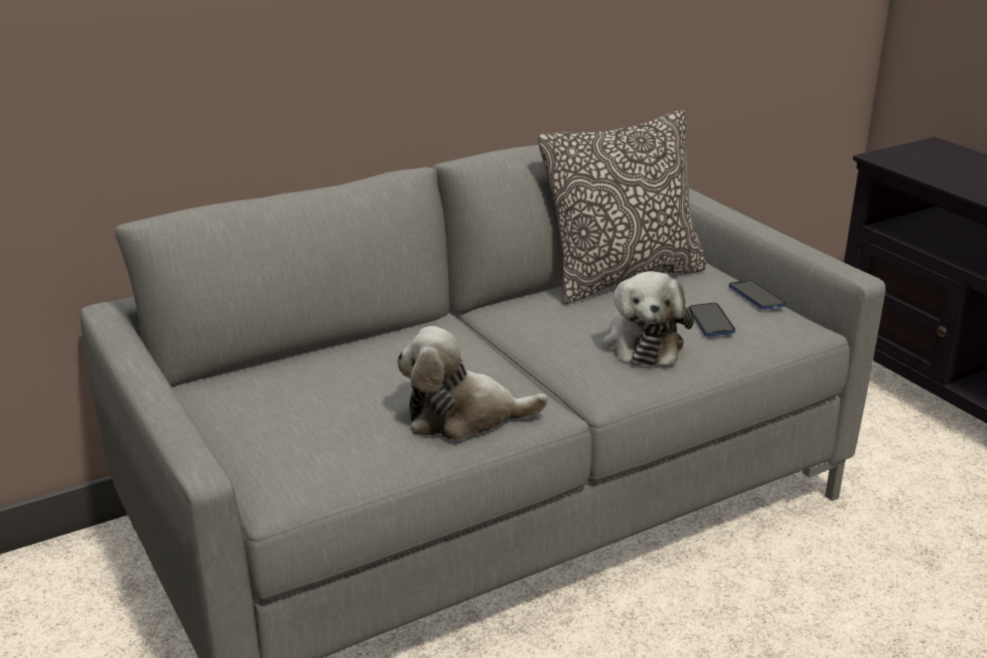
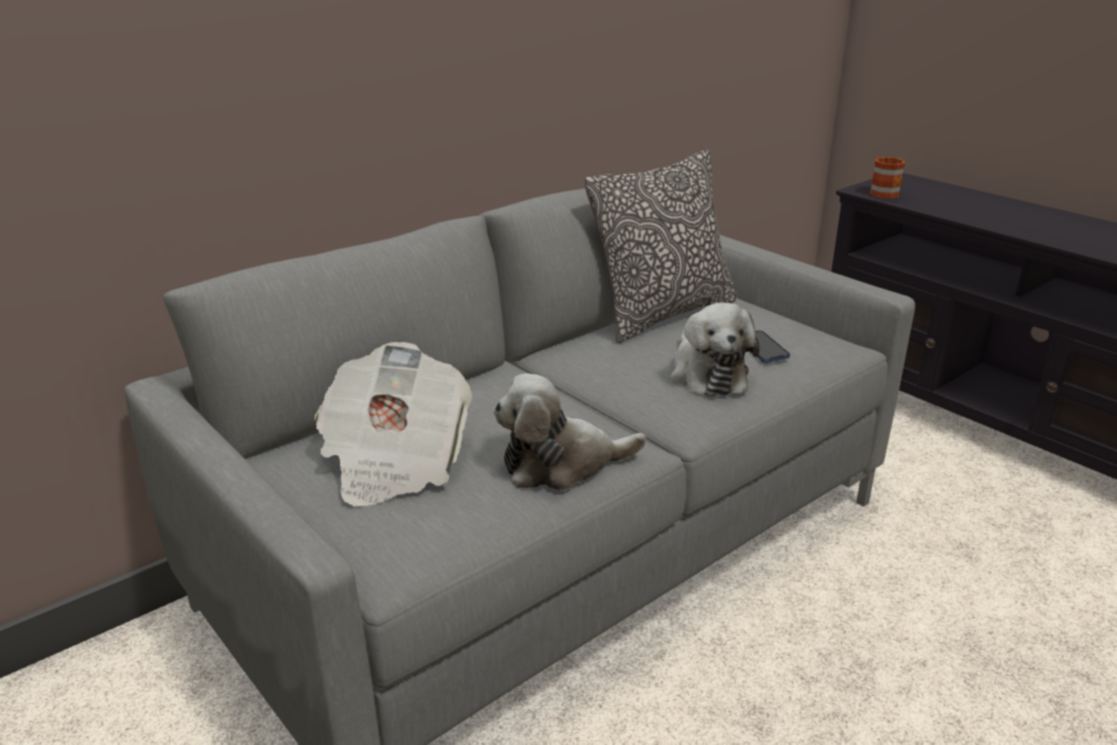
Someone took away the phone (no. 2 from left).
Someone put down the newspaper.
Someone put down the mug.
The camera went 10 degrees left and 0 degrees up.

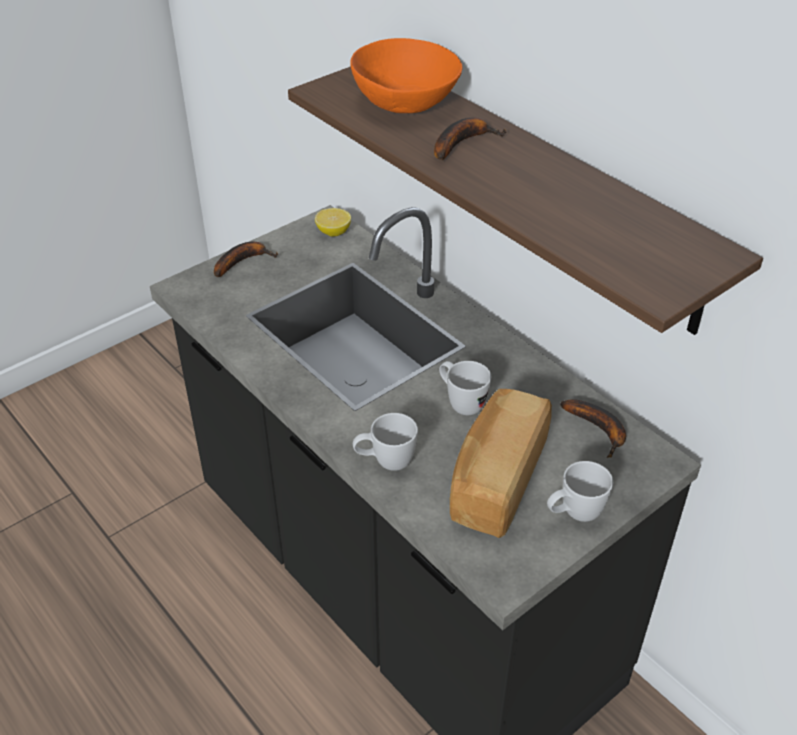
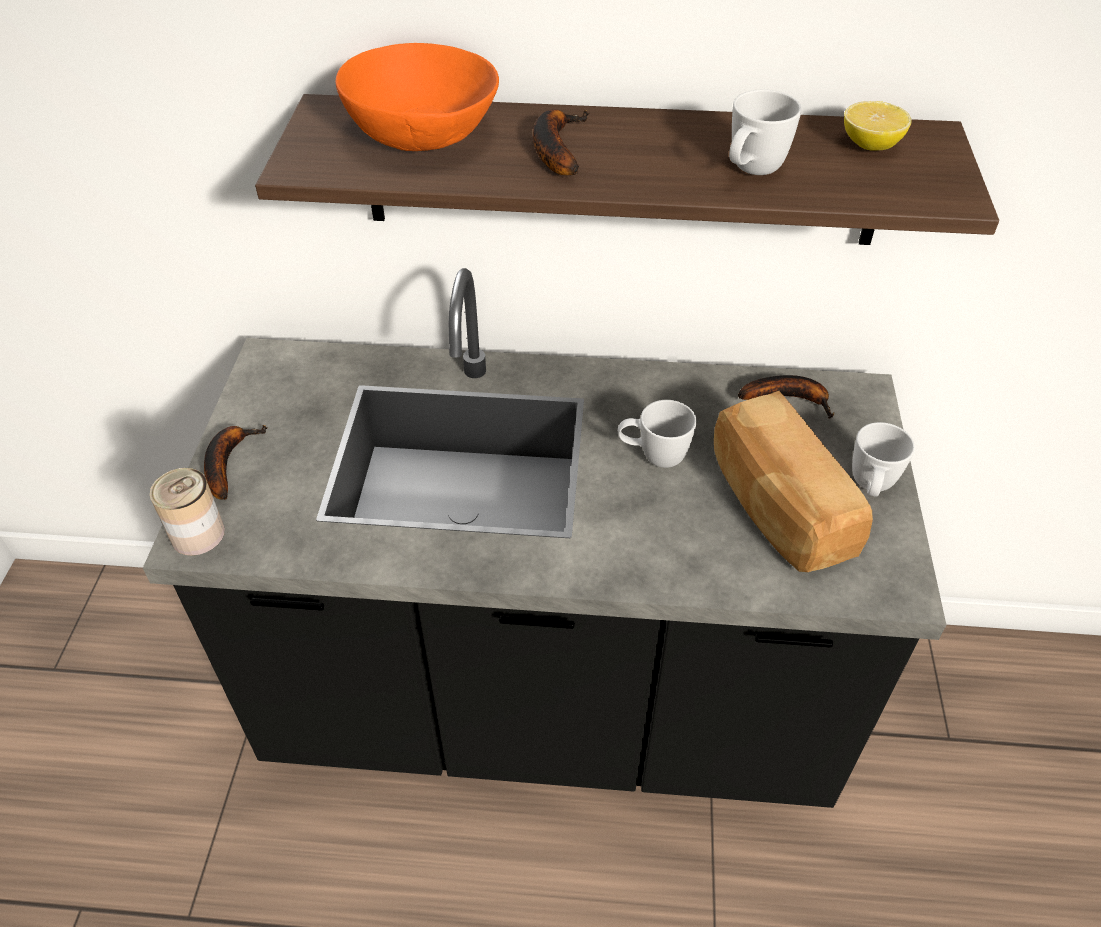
Someone carried the lemon.
Someone carried the white_mug (no. 1 from left in the first image).
Someone put down the can.
The camera went 45 degrees left and 5 degrees up.

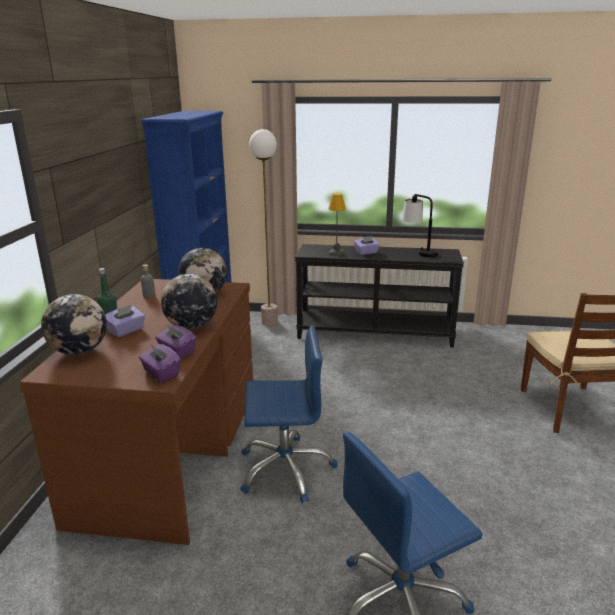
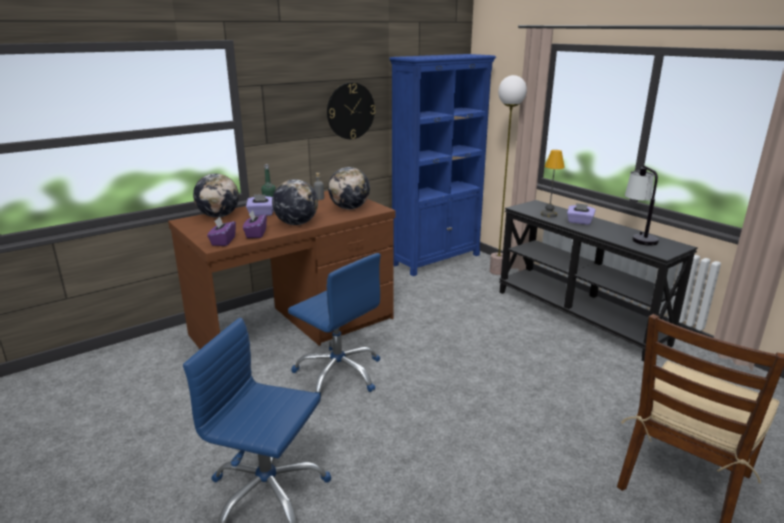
Someone put up the wall_clock.
The camera went 45 degrees right and 0 degrees up.

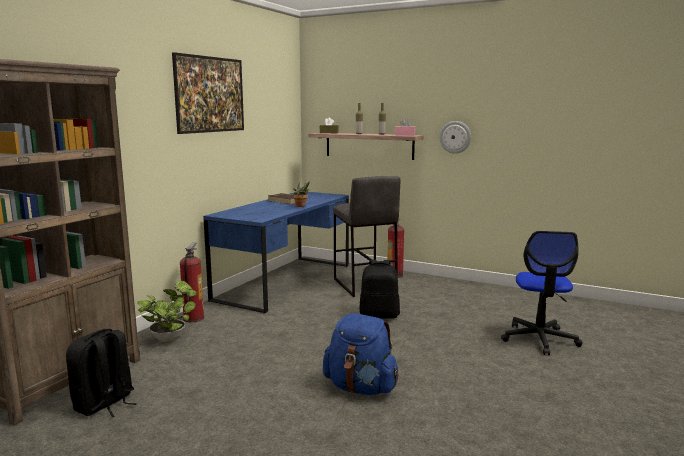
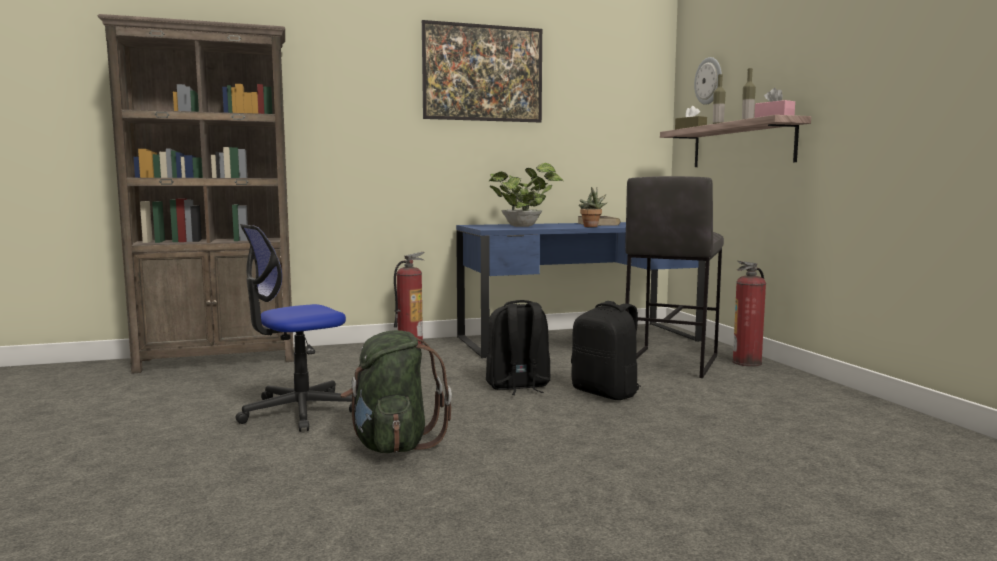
Someone carried the black_backpack (no. 1 from left).
Someone carried the potted_plant (no. 1 from left).
Someone repainted the blue_backpack, which became the green_backpack.
Someone carried the wall_clock.
Someone carried the office_chair.
The camera went 45 degrees right and 5 degrees down.

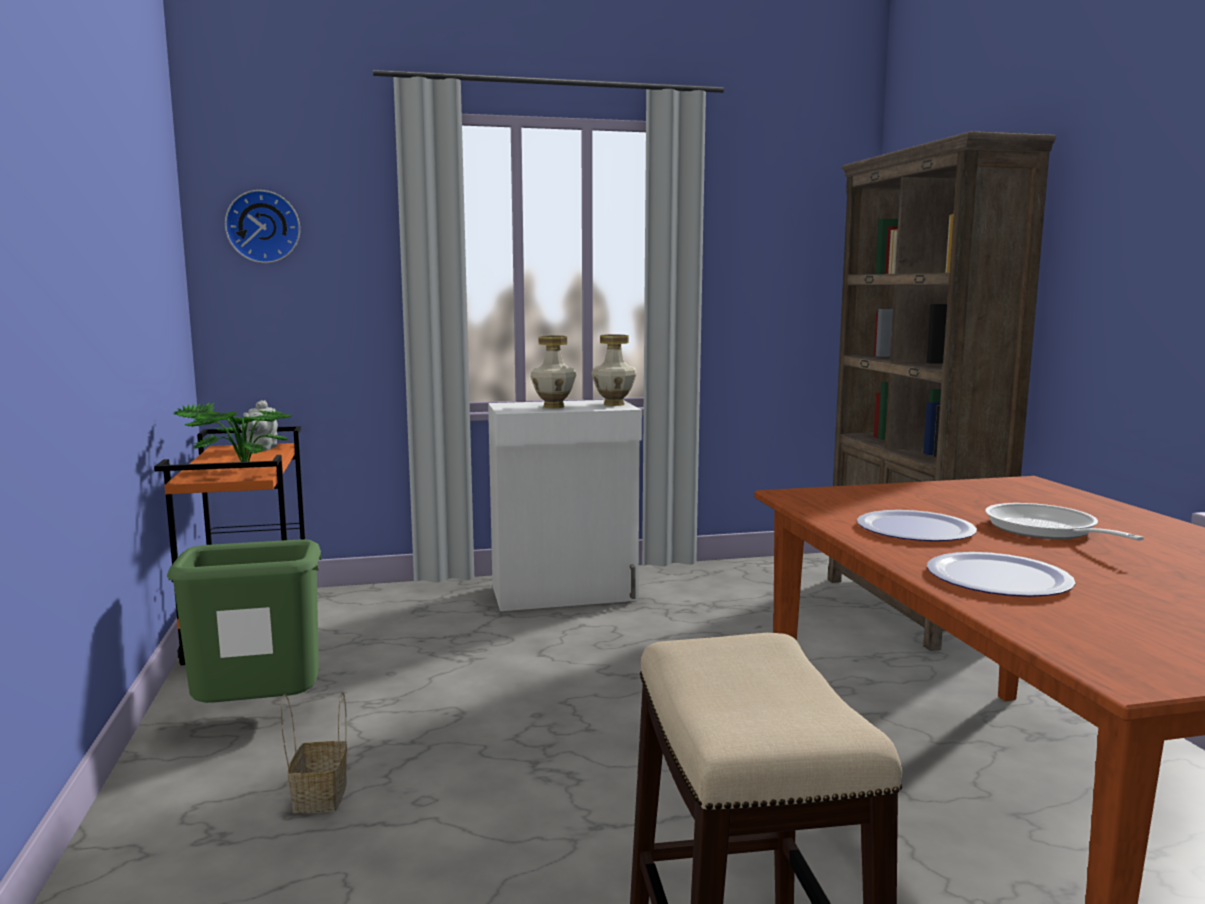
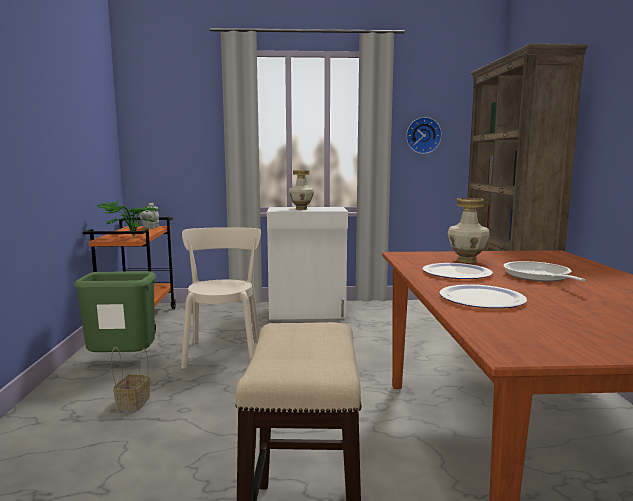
Someone carried the wall_clock.
Someone carried the vase (no. 2 from left).
Someone put down the beige_chair.
The camera went 10 degrees right and 0 degrees up.

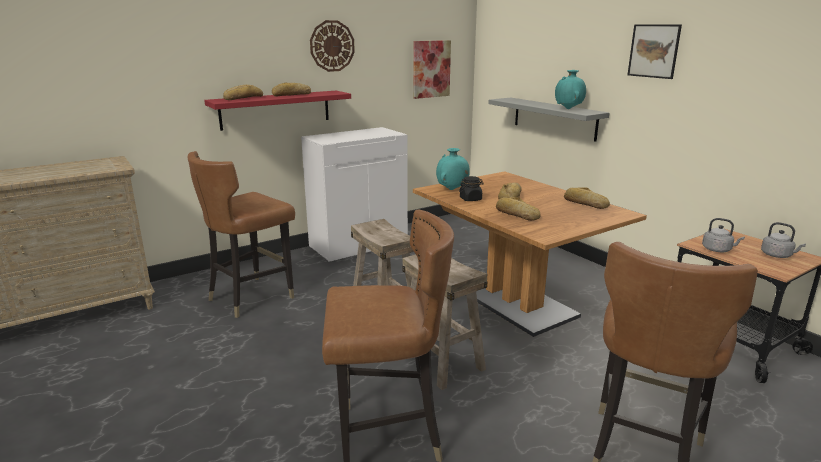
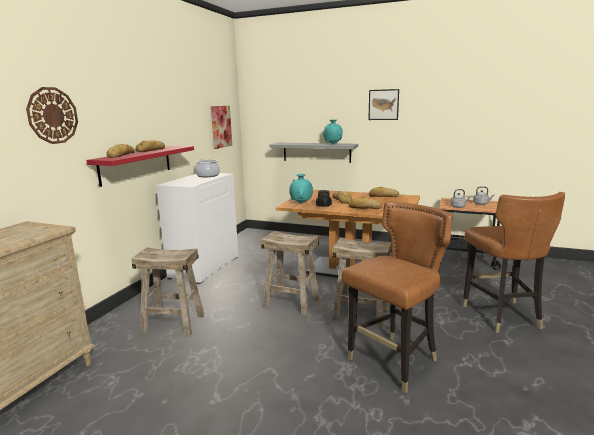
Someone swapped the brown_chair (no. 1 from left) for the beige_stool (no. 1 from left).
Someone carried the wall_clock.
Someone put down the cooking_pot.
The camera went 35 degrees left and 5 degrees down.

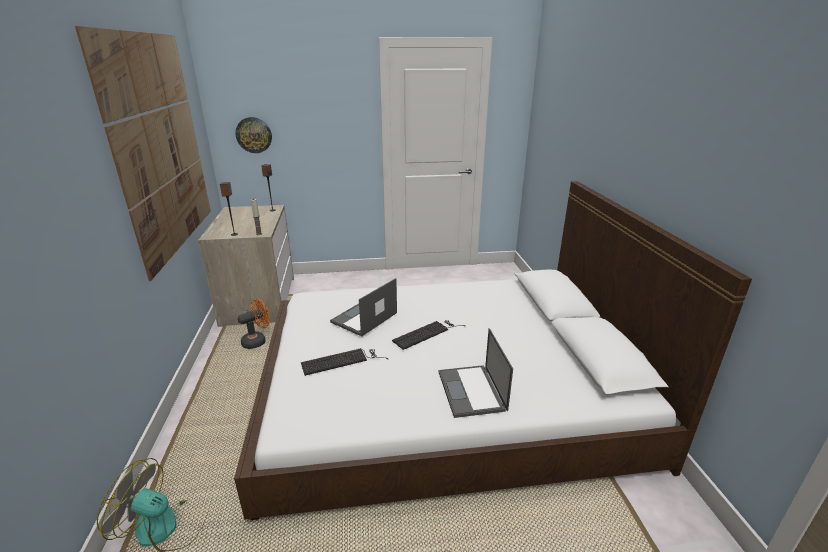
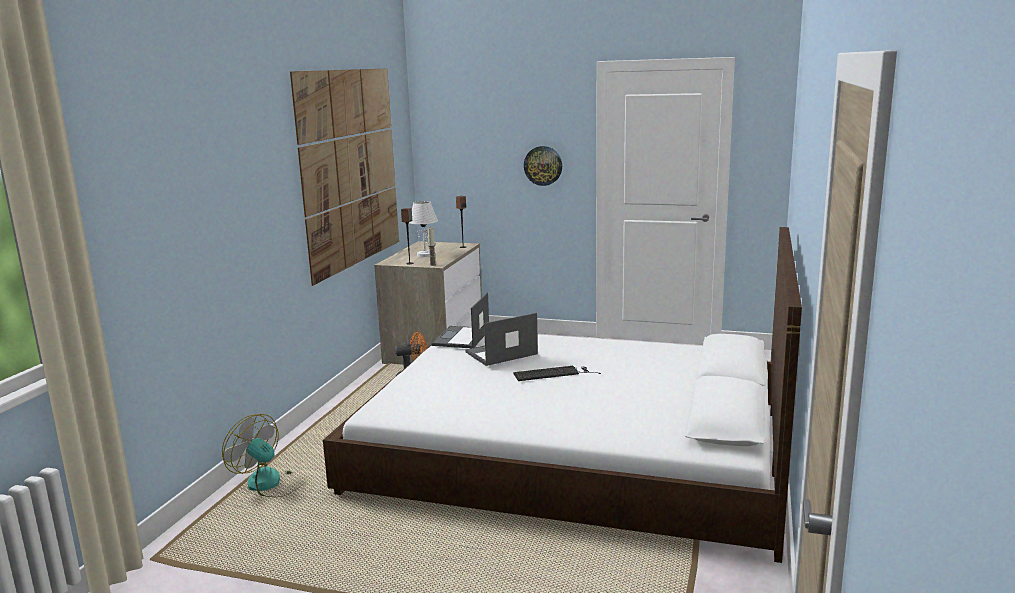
Someone carried the wall_clock.
Someone took away the keyboard (no. 1 from left).
Someone carried the laptop (no. 2 from left in the first image).
Someone put down the white_table_lamp.
The camera went 25 degrees right and 10 degrees down.

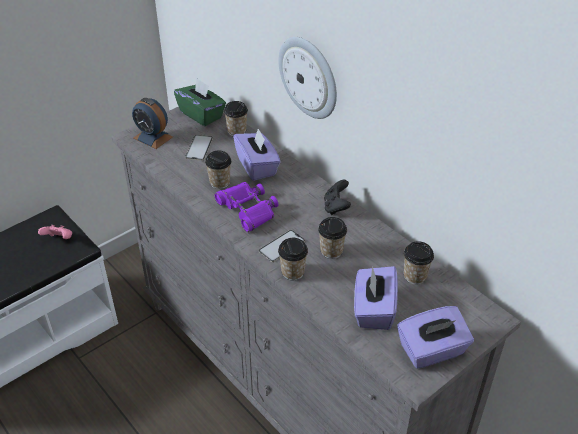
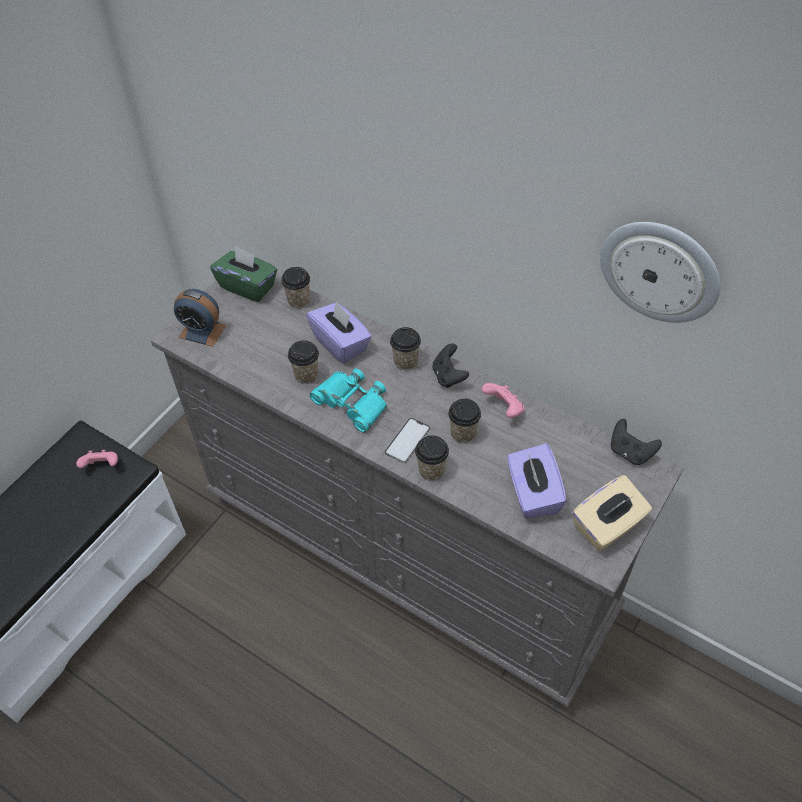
Someone took away the phone (no. 1 from left).
Someone repainted the purple_binoculars, which became the turquoise_binoculars.
Someone carried the wall_clock.
Someone repainted the purple_tissue_box (no. 3 from left), which became the beige_tissue_box.
Someone carried the cup (no. 5 from left in the first image).
Someone put down the pink_game_controller (no. 2 from left).
Someone put down the black_game_controller (no. 2 from left).
The camera went 15 degrees left and 10 degrees up.

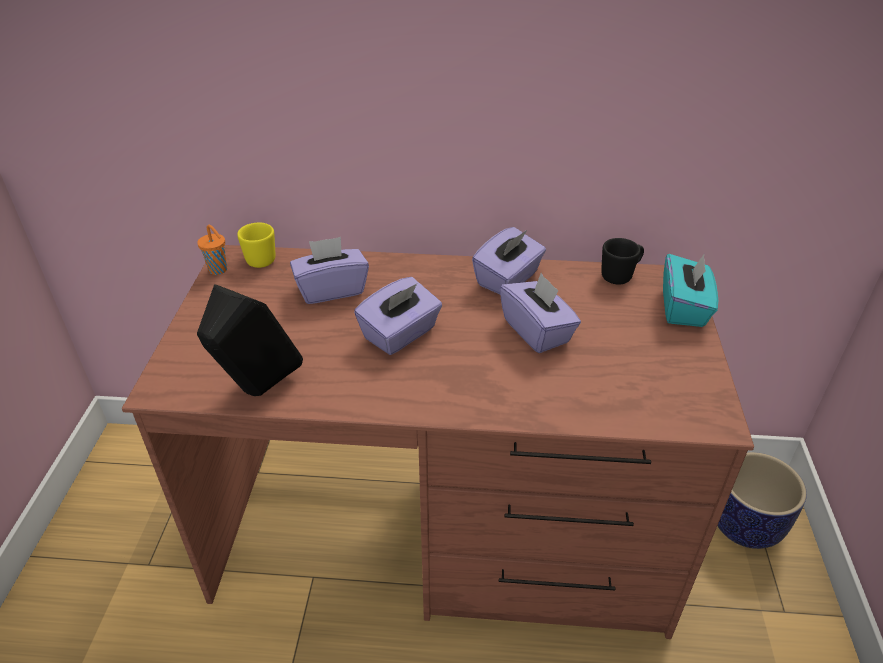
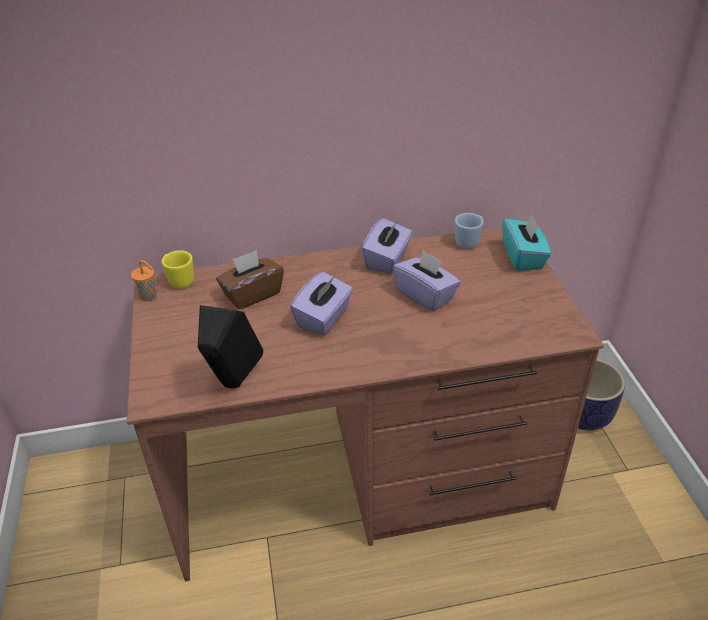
Someone repainted the purple_tissue_box (no. 1 from left), which became the brown_tissue_box.
Someone repainted the black_mug, which became the blue_mug.
The camera went 15 degrees left and 0 degrees up.

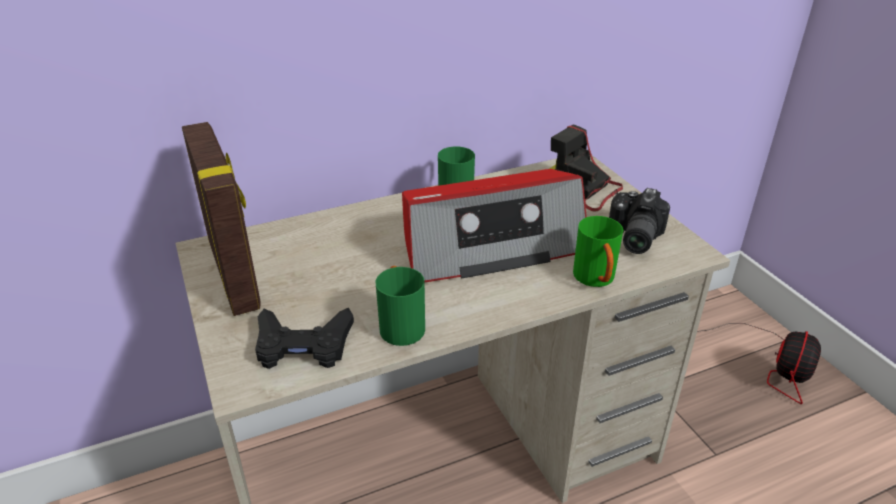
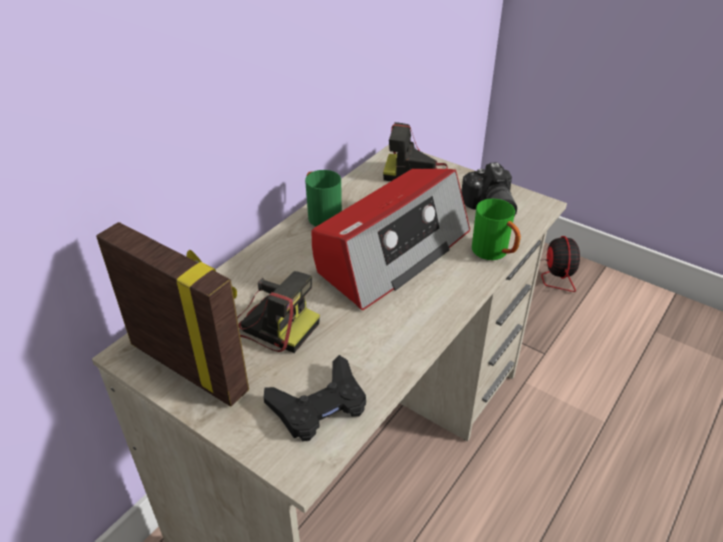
Someone took away the green_mug (no. 1 from left).
Someone put down the photo_camera (no. 1 from left).
The camera went 30 degrees left and 5 degrees up.

